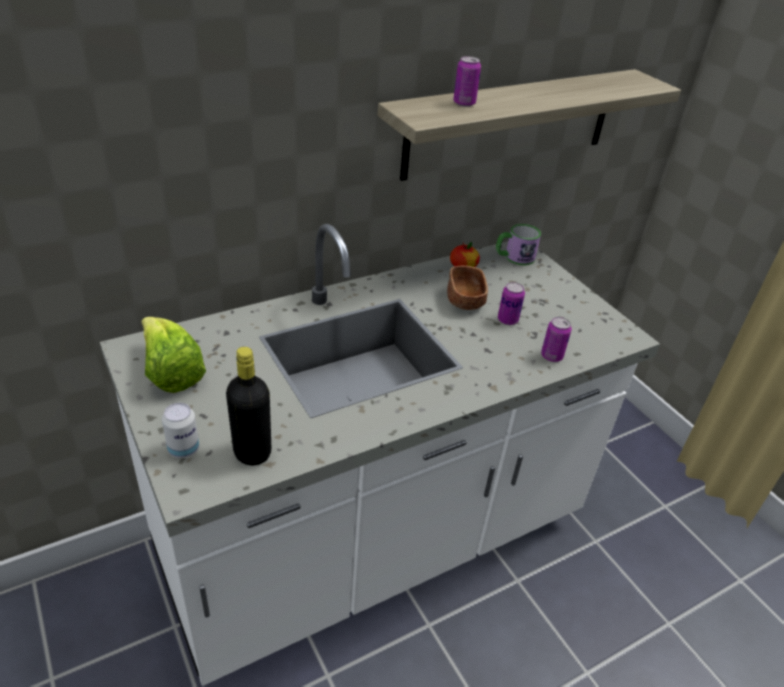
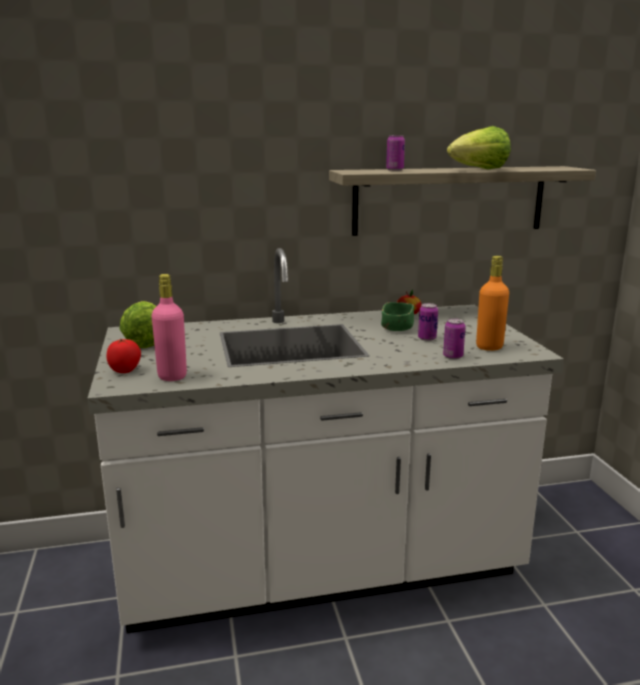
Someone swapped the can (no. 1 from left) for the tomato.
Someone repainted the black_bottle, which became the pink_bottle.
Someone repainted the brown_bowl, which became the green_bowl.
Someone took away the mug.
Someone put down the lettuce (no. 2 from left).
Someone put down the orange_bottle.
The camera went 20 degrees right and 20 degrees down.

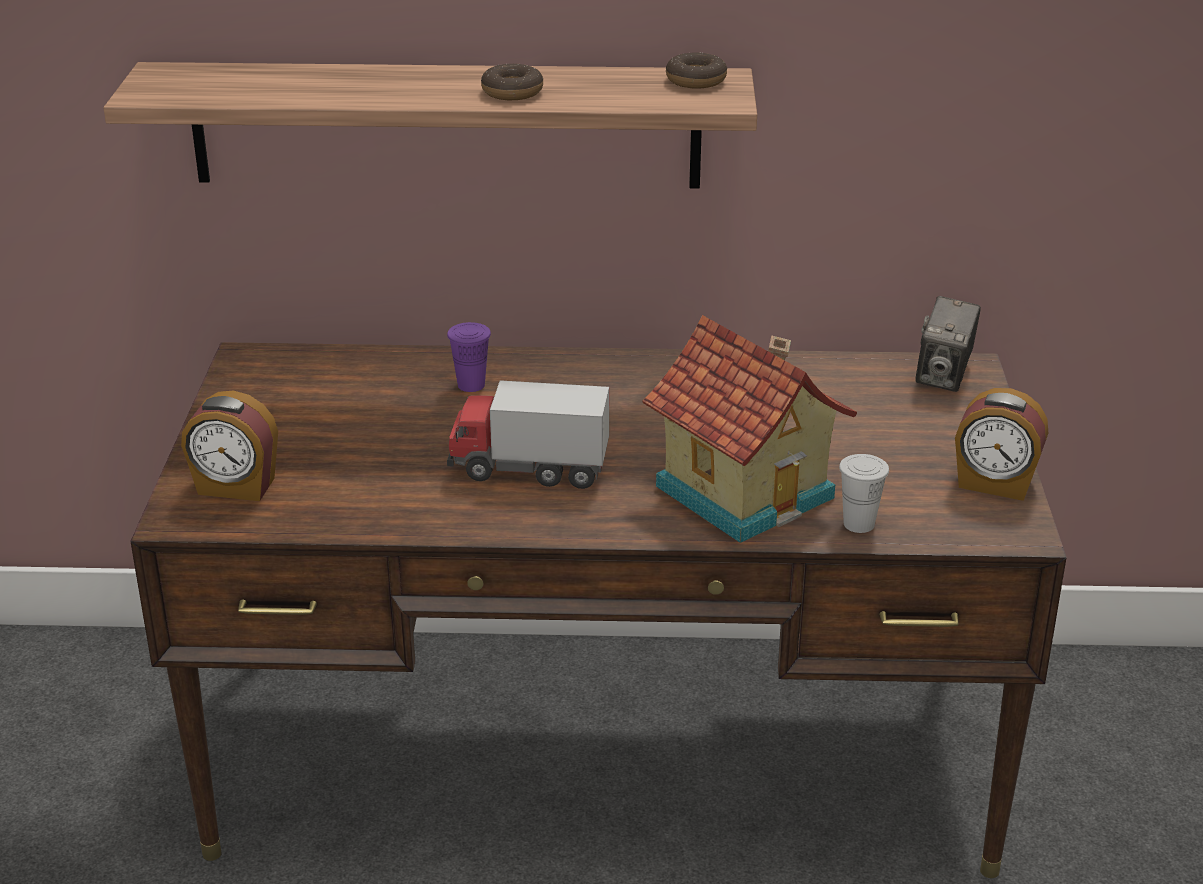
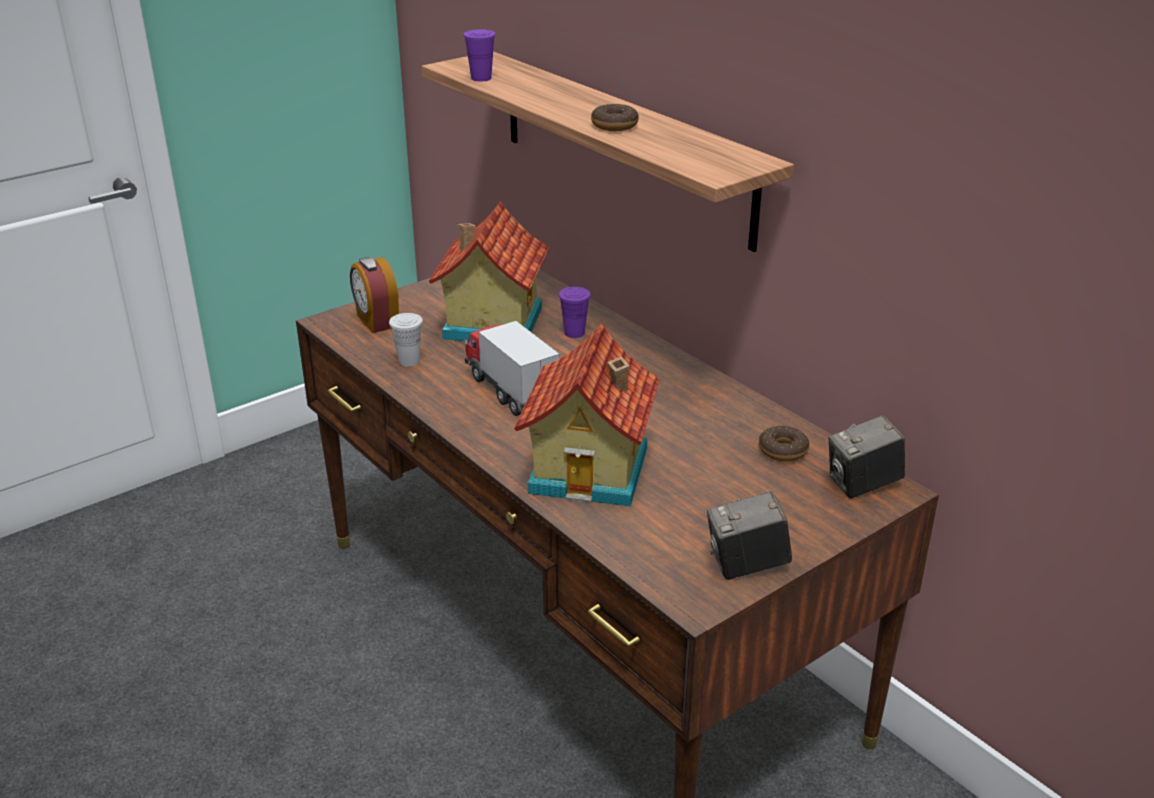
Someone carried the donut (no. 2 from left).
Someone carried the white_cup.
Someone swapped the alarm_clock (no. 2 from left) for the photo_camera (no. 1 from left).
Someone put down the toy_house (no. 1 from left).
Someone put down the purple_cup (no. 1 from left).
The camera went 50 degrees right and 0 degrees up.

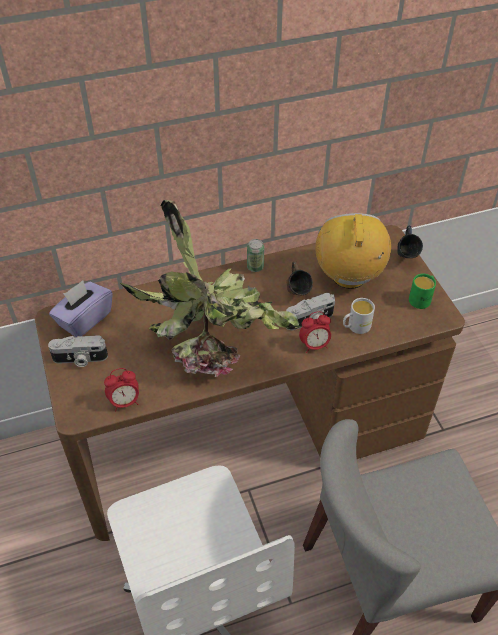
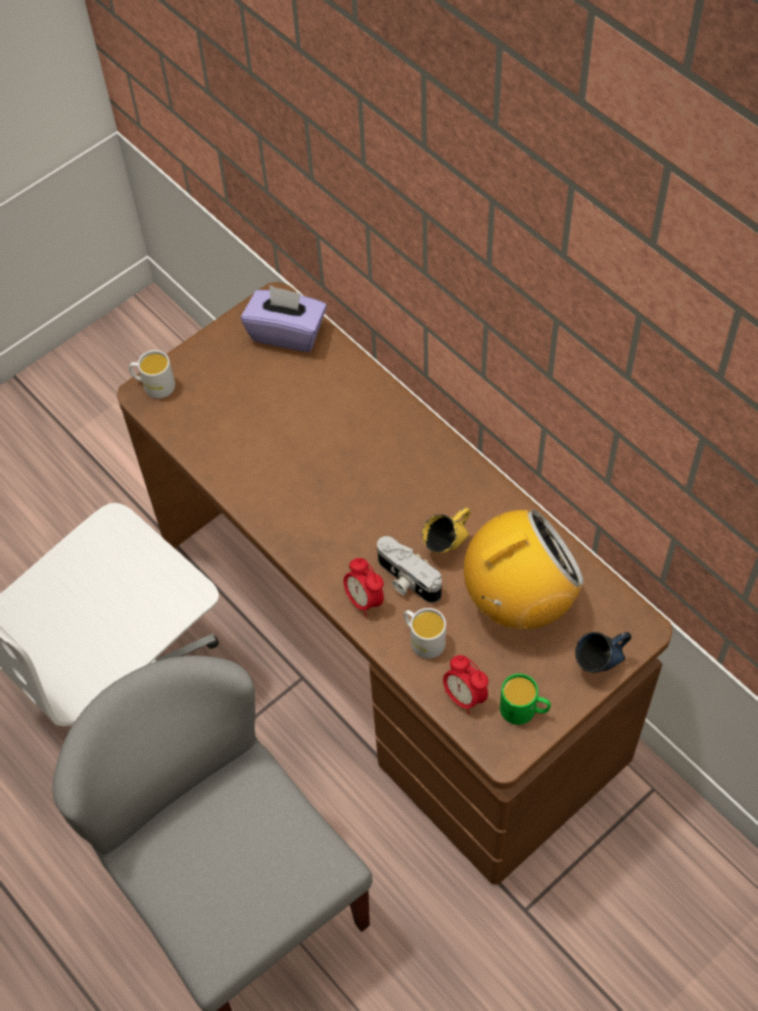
Someone took away the photo_camera (no. 1 from left).
Someone carried the alarm_clock (no. 1 from left in the first image).
Someone took away the potted_plant.
Someone took away the can.
Someone repainted the brown_mug, which became the yellow_mug.
Someone put down the white_mug (no. 1 from left).
The camera went 70 degrees right and 10 degrees up.

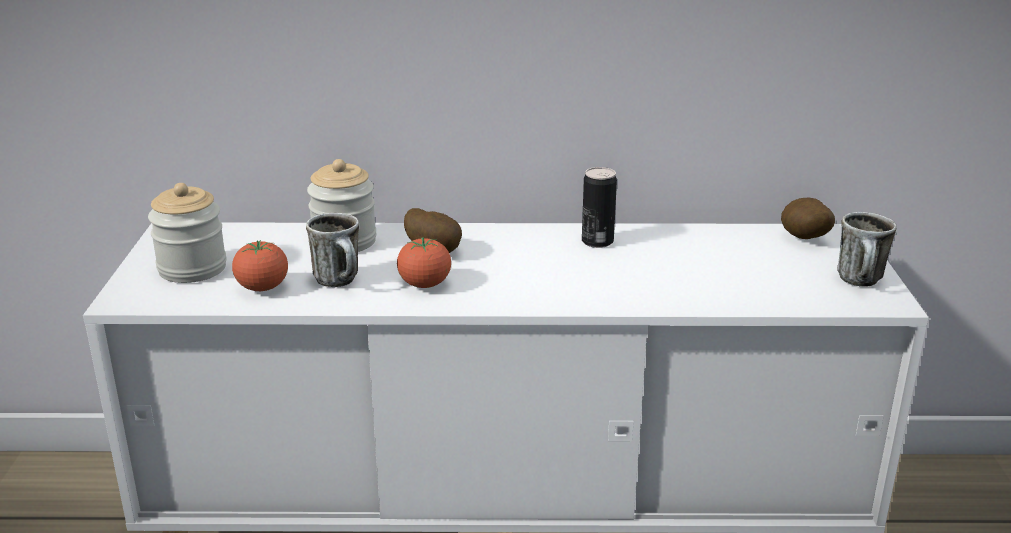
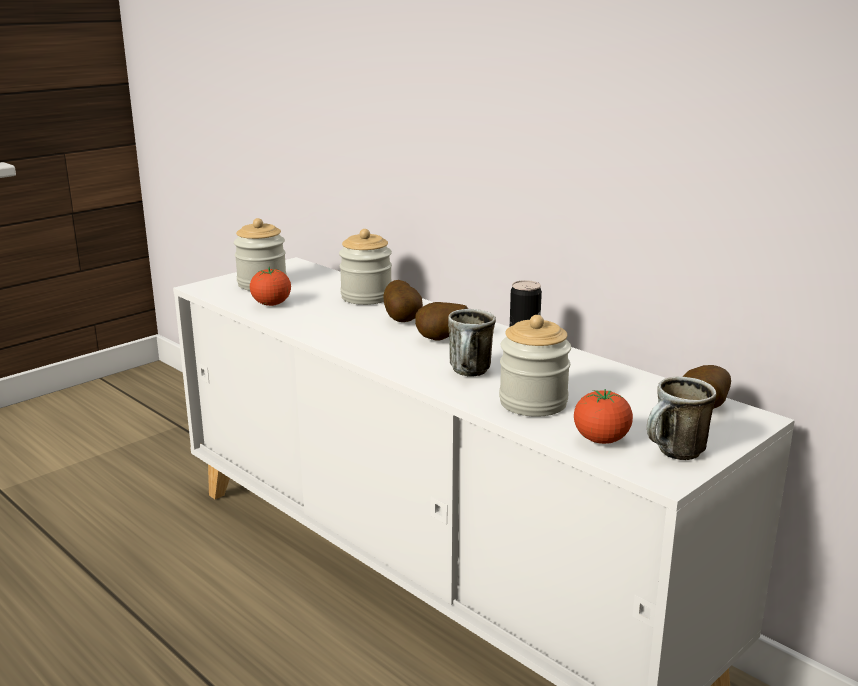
Someone carried the mug (no. 1 from left).
Someone carried the tomato (no. 2 from left).
Someone put down the potato (no. 2 from left).
Someone put down the jar (no. 3 from left).
The camera went 45 degrees right and 5 degrees down.

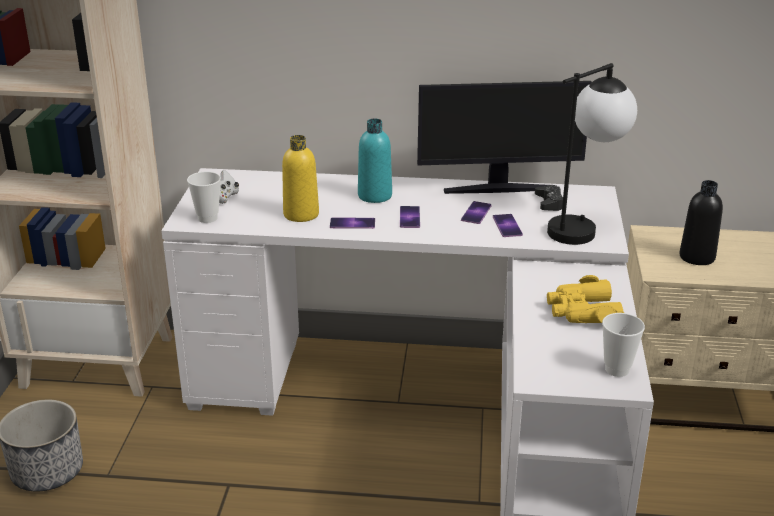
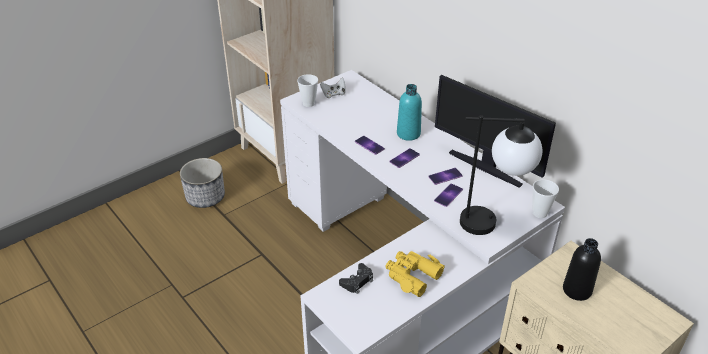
Someone took away the yellow_bottle.
Someone carried the black_game_controller.
Someone carried the cup (no. 2 from left).
The camera went 45 degrees right and 10 degrees up.

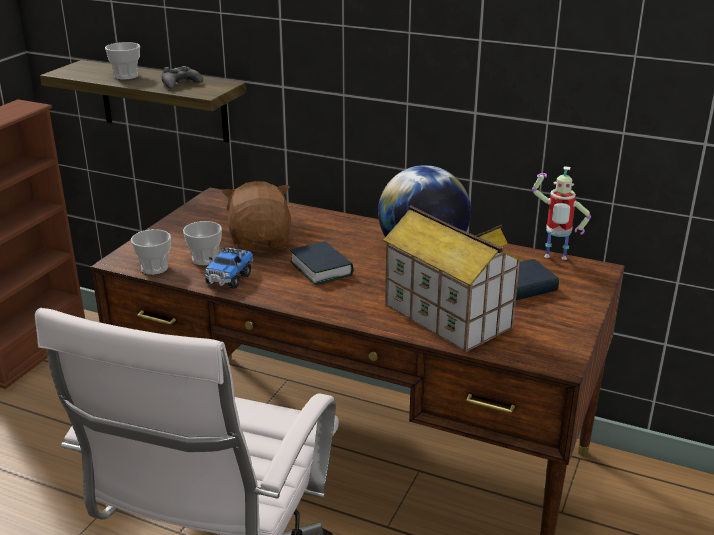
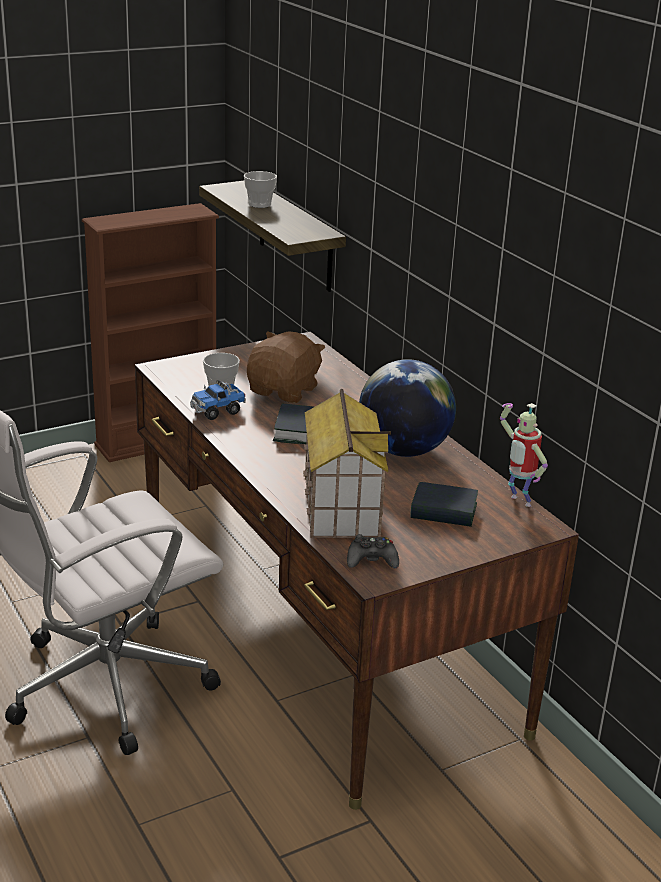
Someone took away the cup (no. 2 from left).
Someone carried the black_game_controller.
The camera went 35 degrees right and 0 degrees up.

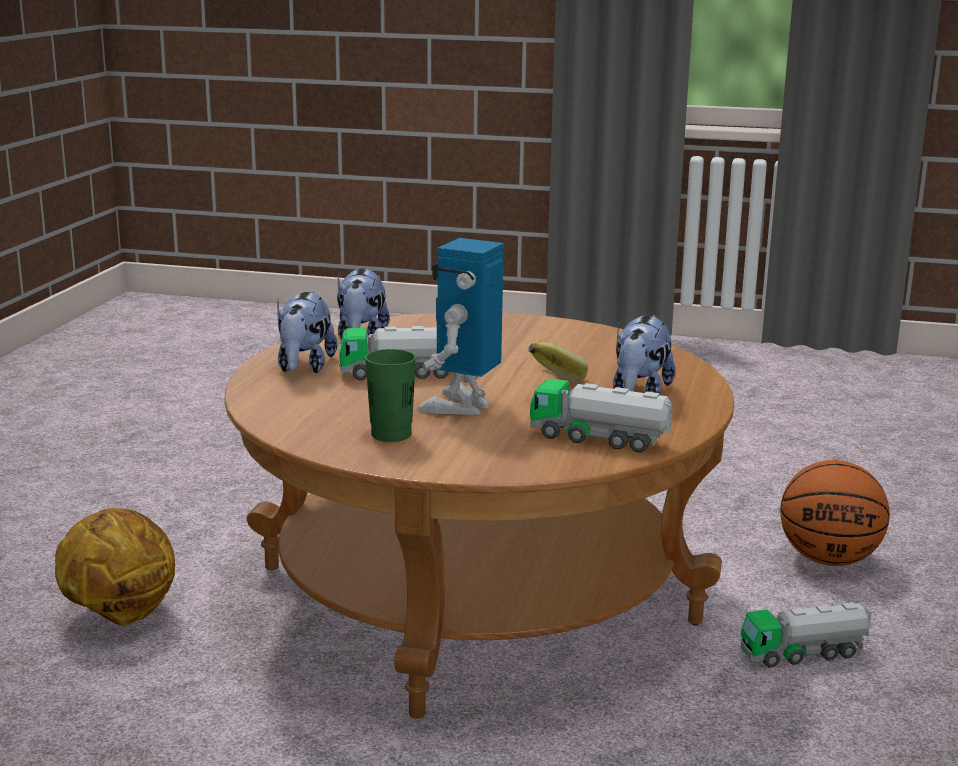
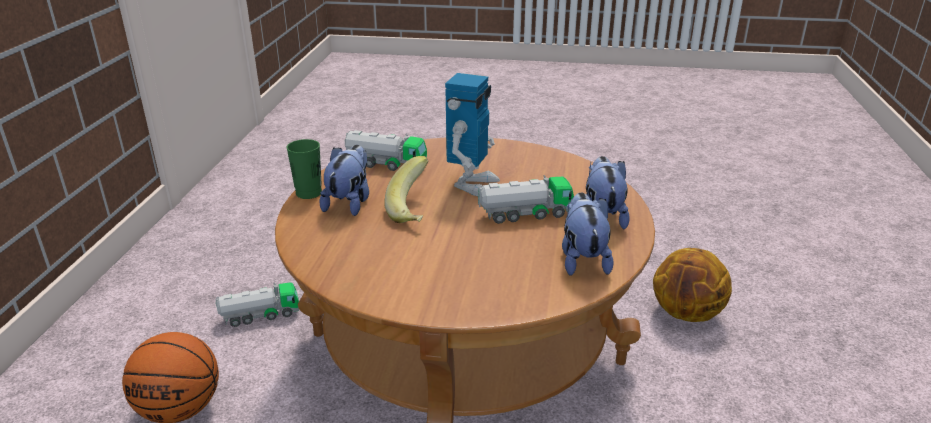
Someone carried the green_cup.
The camera went 175 degrees right and 10 degrees up.

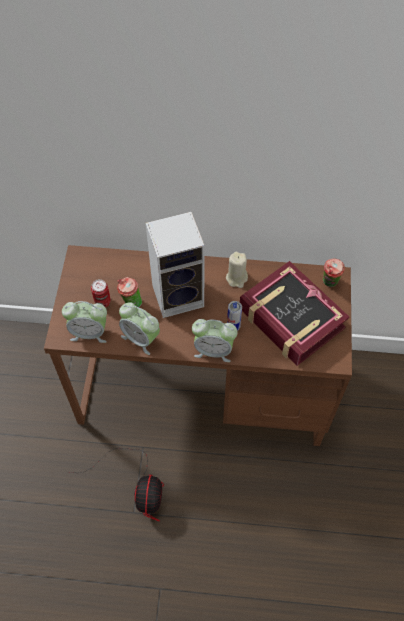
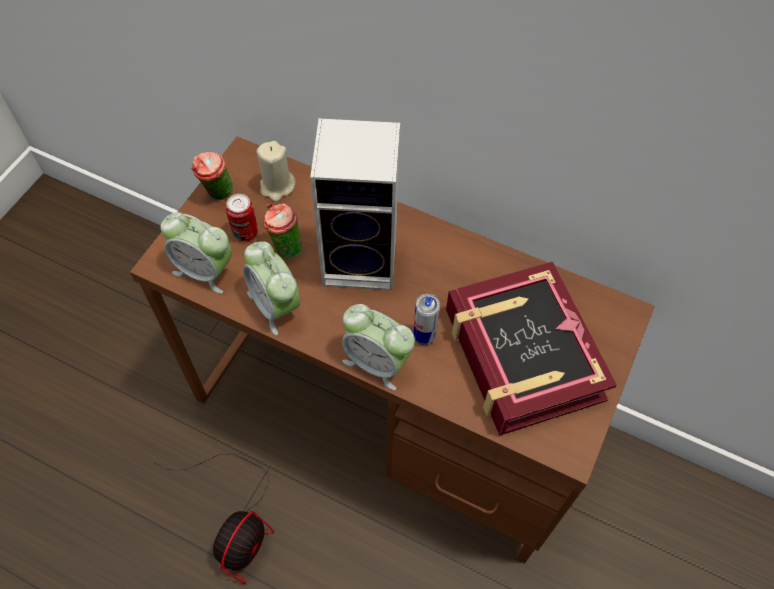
Someone carried the beige_candle.
Someone carried the cup (no. 2 from left in the first image).
The camera went 20 degrees right and 0 degrees up.

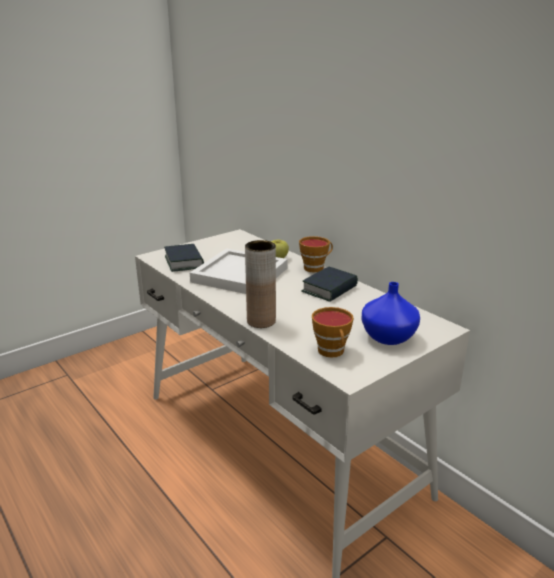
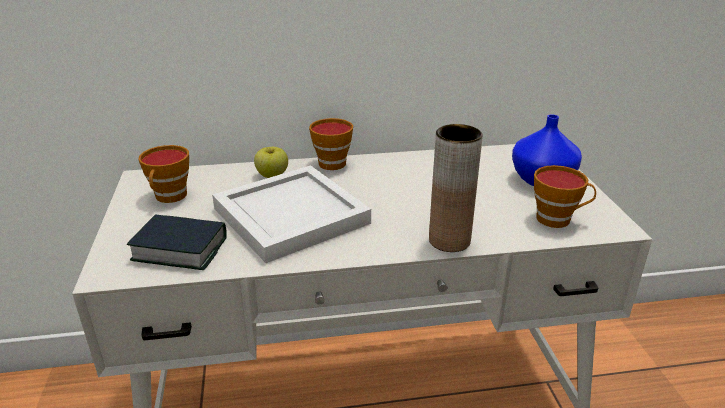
Someone took away the book (no. 2 from left).
Someone put down the cup (no. 1 from left).
The camera went 60 degrees left and 5 degrees up.

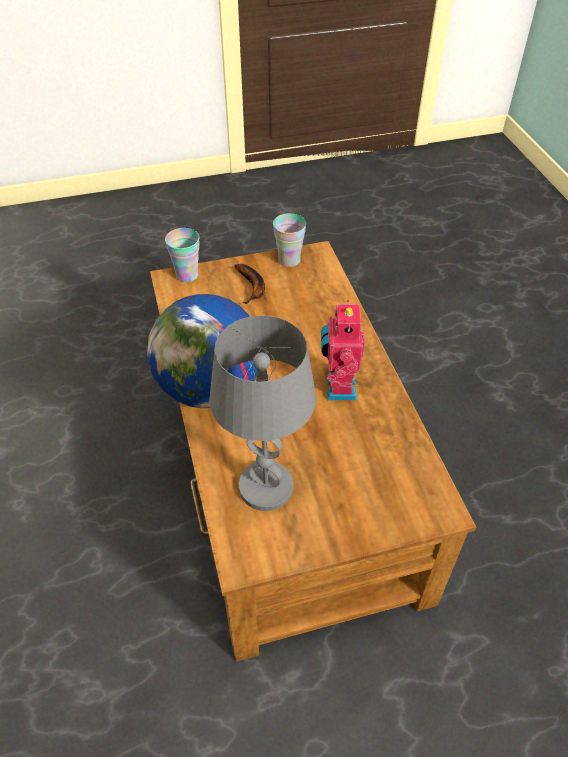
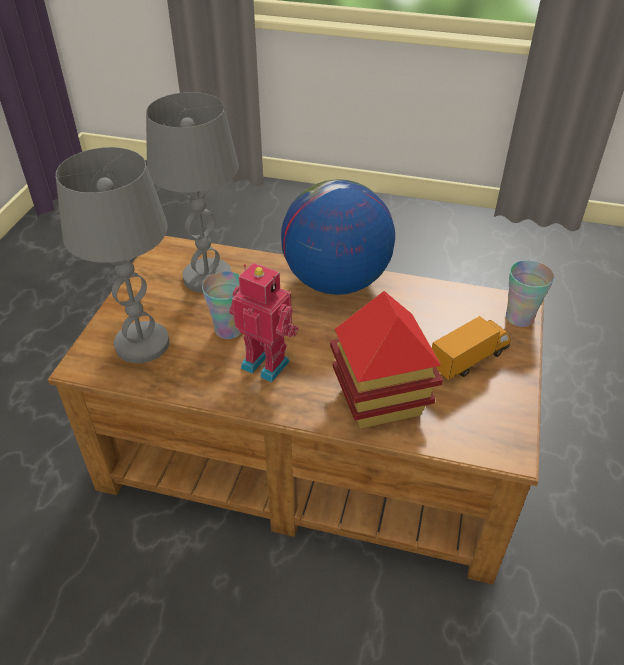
Someone swapped the banana for the toy_truck.
Someone carried the cup (no. 2 from left in the first image).
Someone put down the grey_table_lamp (no. 1 from left).
Someone put down the toy_house.
The camera went 120 degrees right and 5 degrees down.

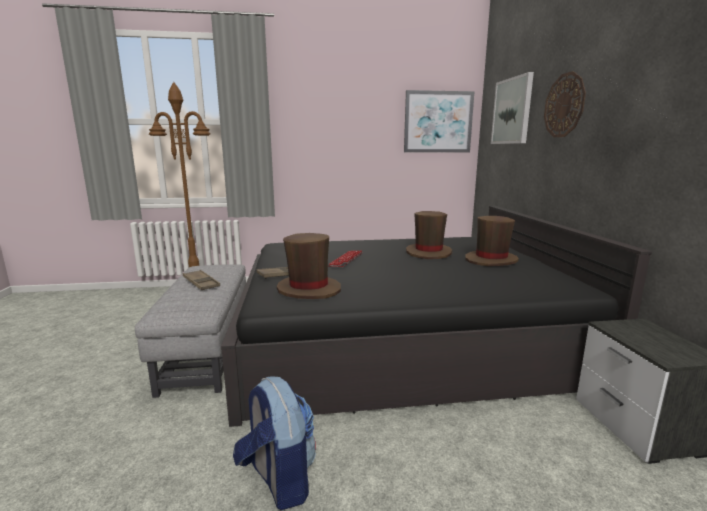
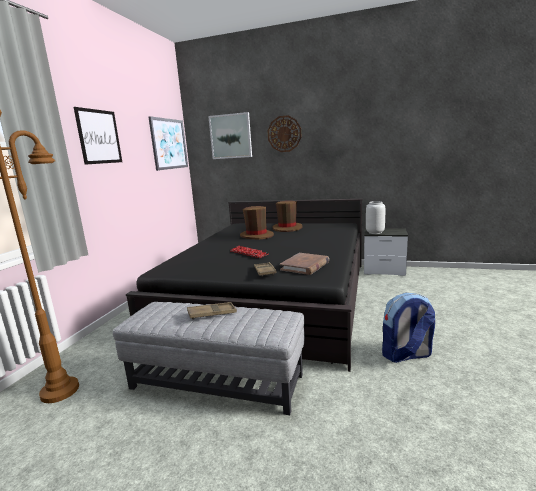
Someone swapped the brown_hat (no. 1 from left) for the brown_book.
Someone put up the picture (no. 1 from left).
Someone put down the grey_vase.
The camera went 65 degrees left and 0 degrees up.

